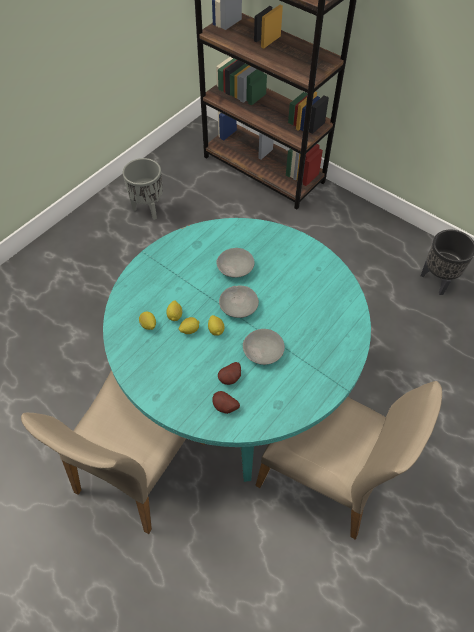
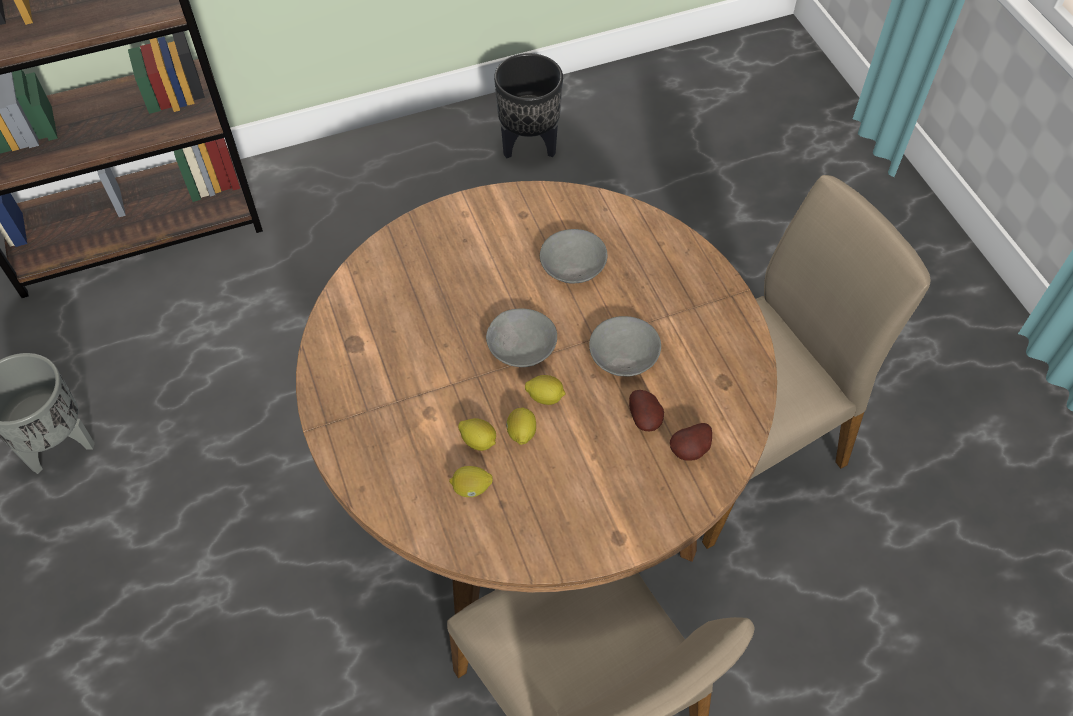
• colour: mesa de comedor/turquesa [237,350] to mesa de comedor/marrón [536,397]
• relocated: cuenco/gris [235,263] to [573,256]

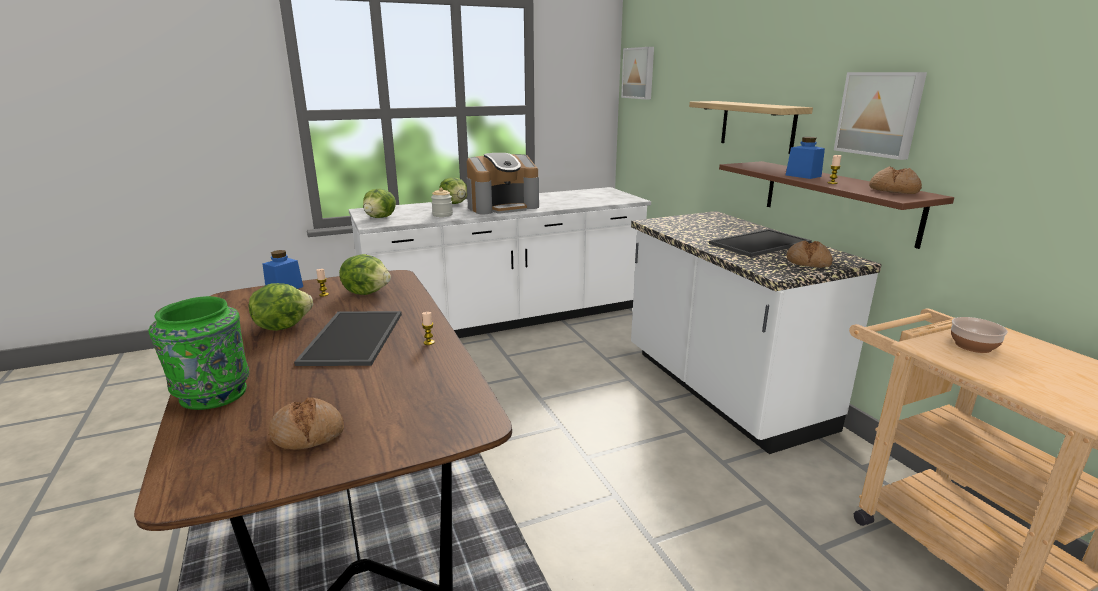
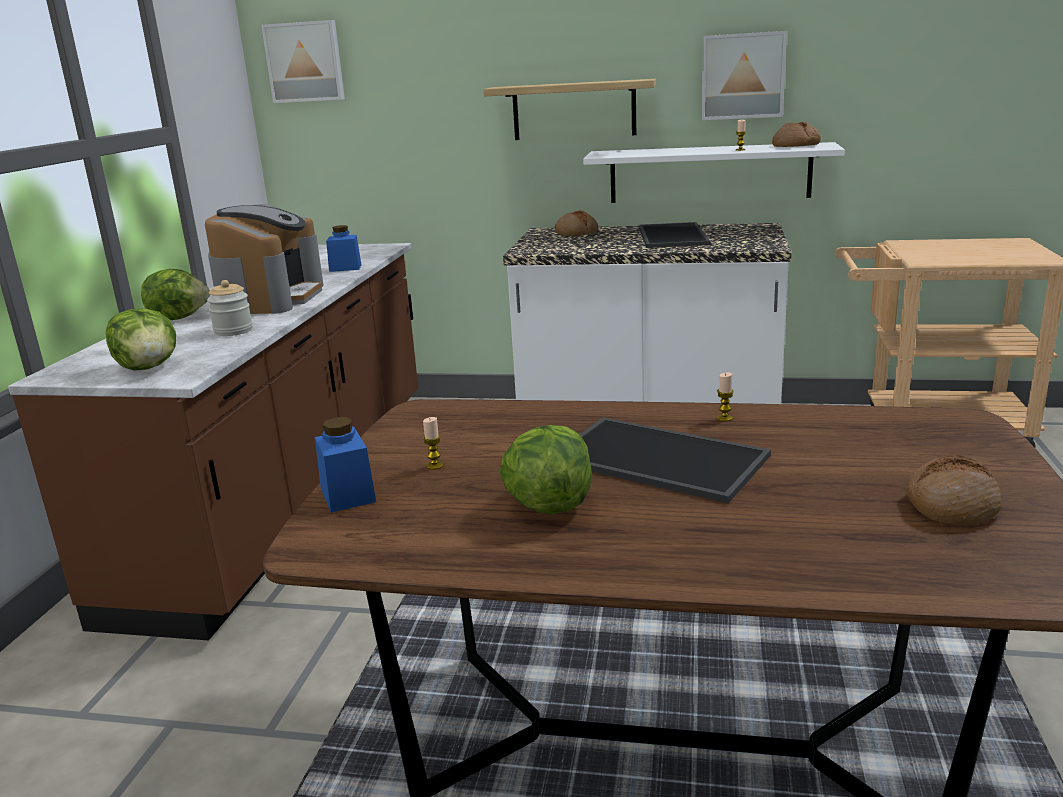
• colour: mueble bajo de cocina/blanco [500,262] to mueble bajo de cocina/marrón [213,442]
• relocated: tarro/azul [805,158] to [344,248]
• relocated: pan [810,254] to [577,223]
• colour: estante/marrón [836,205] to estante/blanco [714,172]
• missing: florero/verde [198,353]
• missing: lechuga [365,274]
• missing: cuenco [979,335]

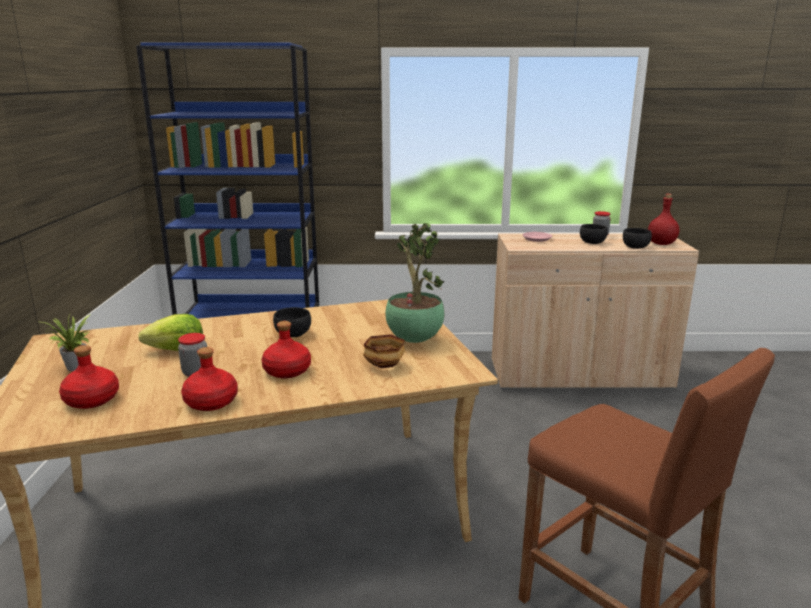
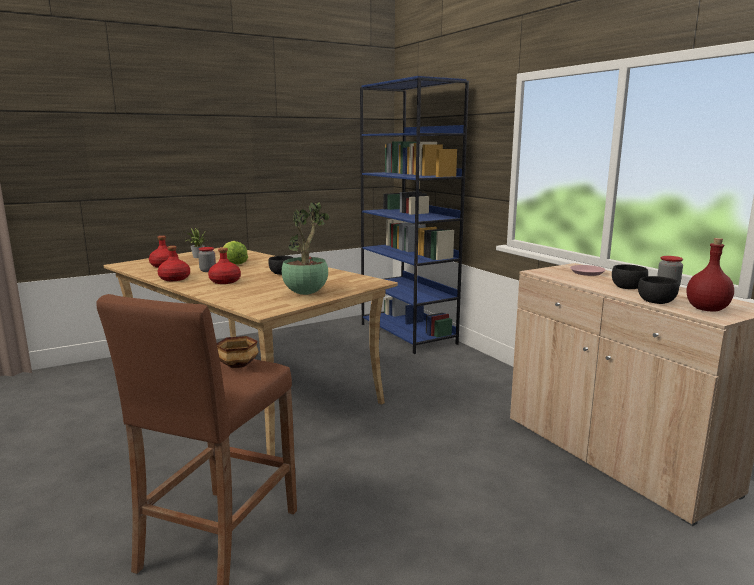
• relocated: cuenco [384,351] to [238,352]

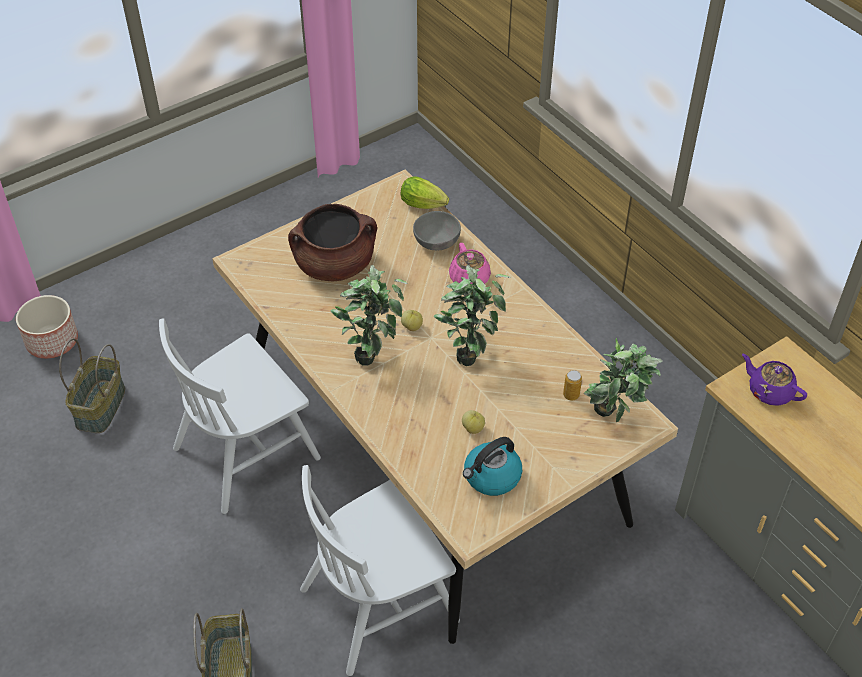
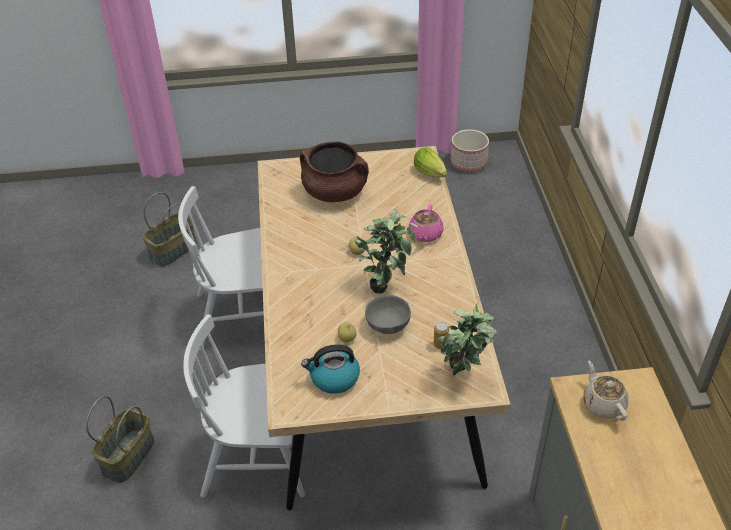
• relocated: cuenco/gris [437,230] to [388,314]
• relocated: maceta [47,326] to [469,150]
• colour: tetera/morado [774,380] to tetera/beis [606,391]
• missing: planta en maceta [369,315]

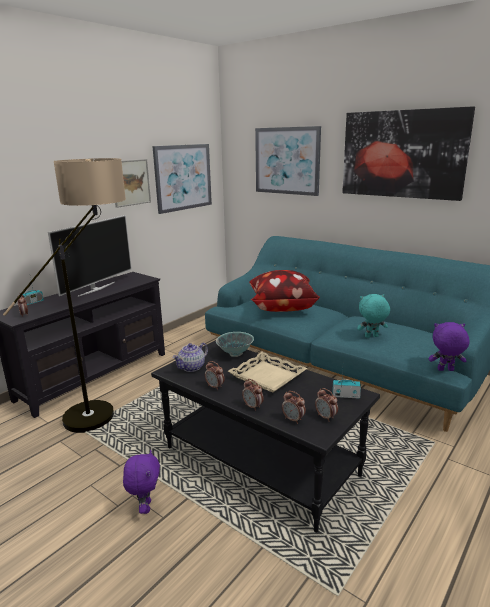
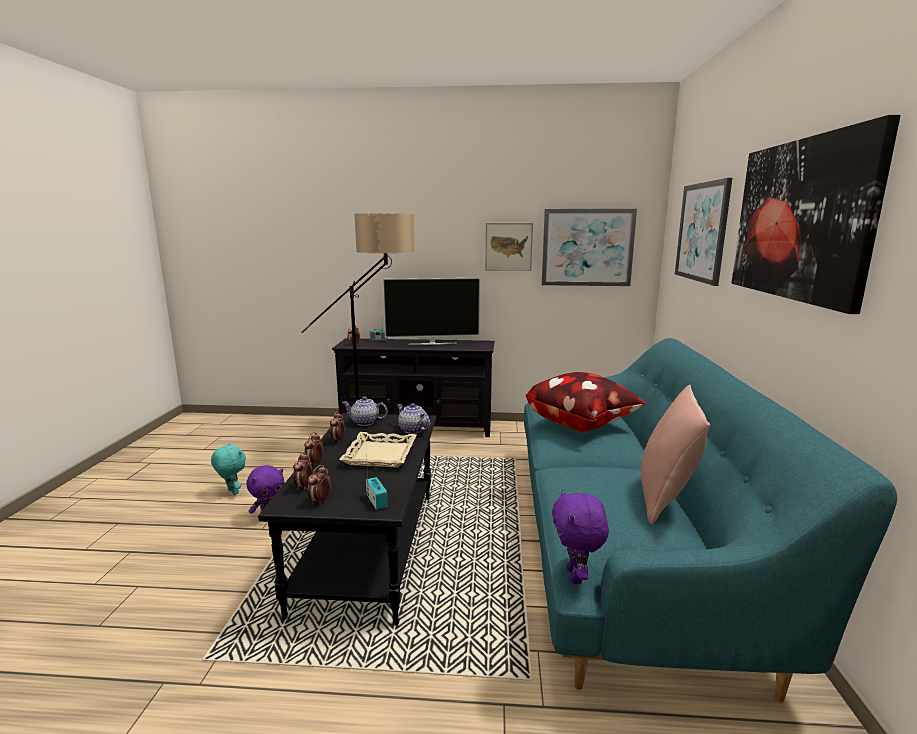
• relocated: peluche/turquesa [373,316] to [228,469]
• exchanged: cuenco [235,344] to tetera [413,418]
• spun: peluche/morado [449,346] = [580,536] 150 degrees counterclockwise
• appeared: cojín/rosa [675,455]

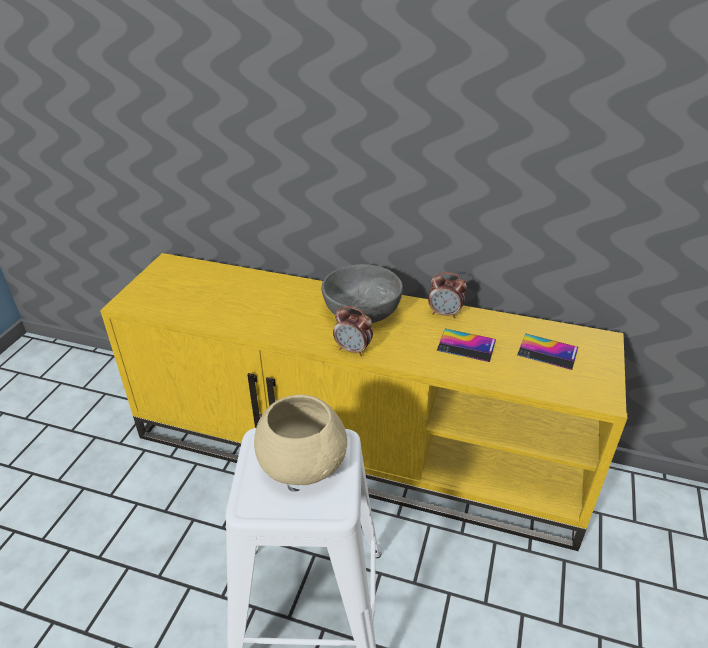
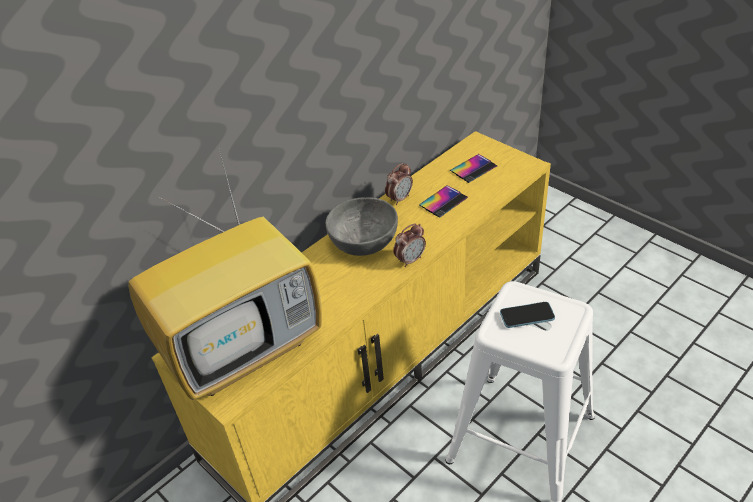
• appeared: televisor [225,278]
• exchanged: cuenco/beis [300,440] to móvil [527,315]

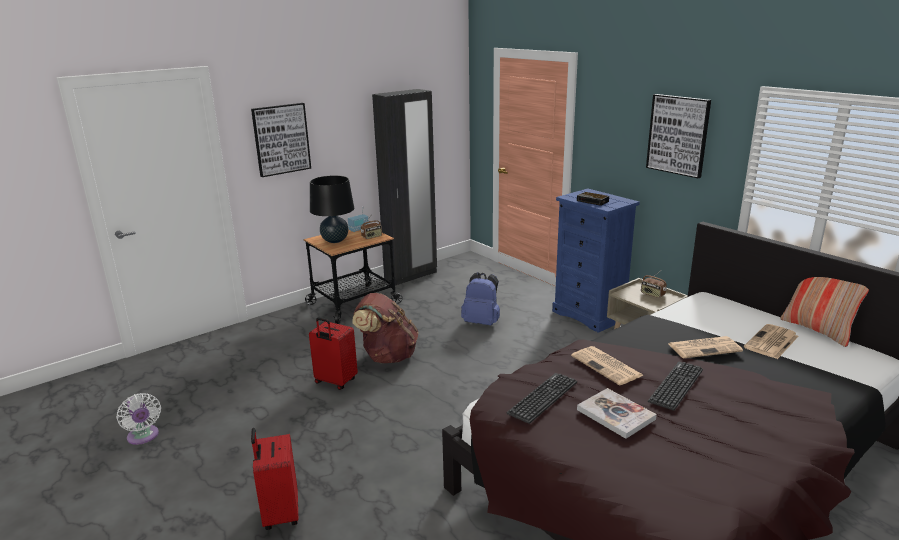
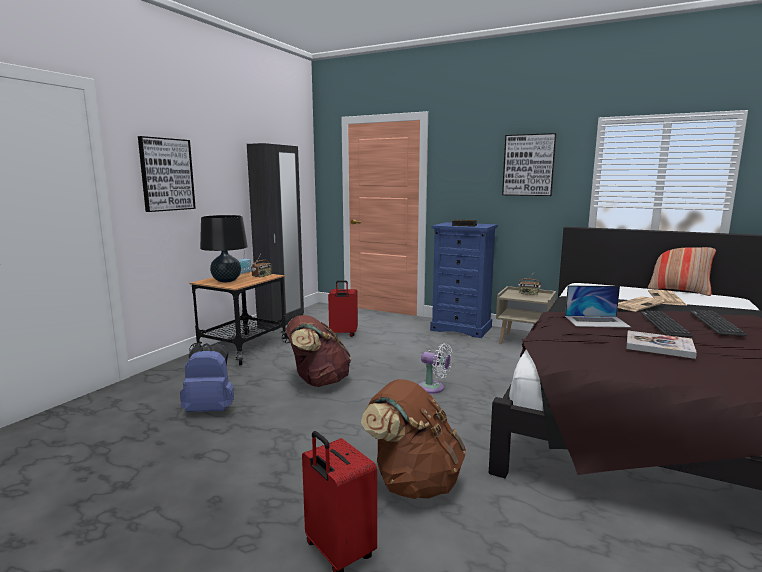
• relocated: mochila/azul [480,298] to [207,377]
• relocated: maleta/rojo [333,354] to [343,308]
• appeared: mochila/marrón [413,439]
• relocated: ventilador/blanco [138,419] to [435,368]
• exchanged: periódico [607,365] to portátil [598,306]
• relocated: teclado [542,398] to [718,323]

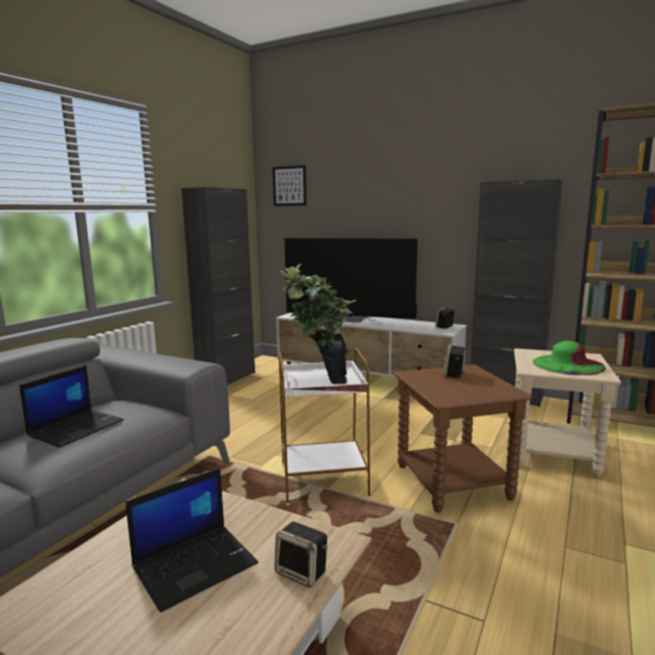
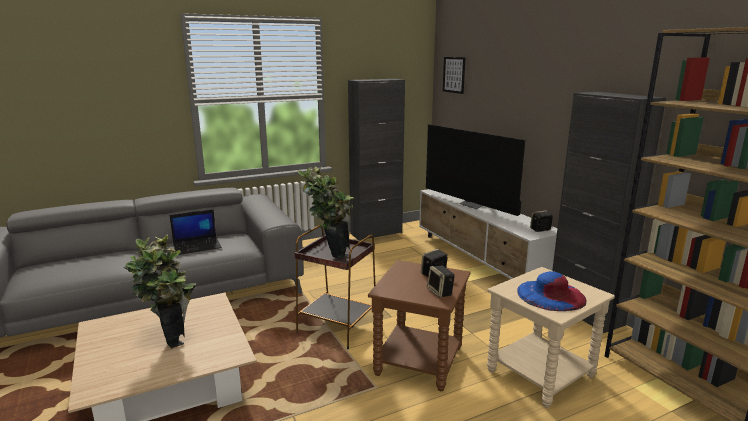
• exchanged: portátil [191,540] to planta en maceta [160,291]
• colour: mesa auxiliar/blanco [324,427] to mesa auxiliar/marrón [334,287]
• relocated: altavoz [300,555] to [441,281]
• colour: sombrero/verde [569,358] to sombrero/azul [552,291]

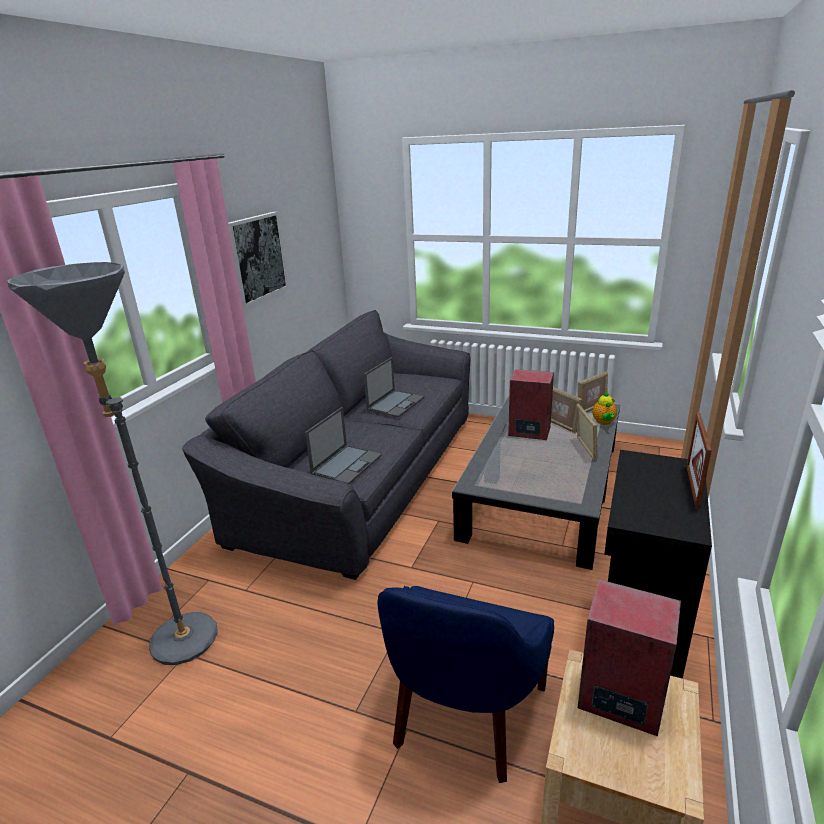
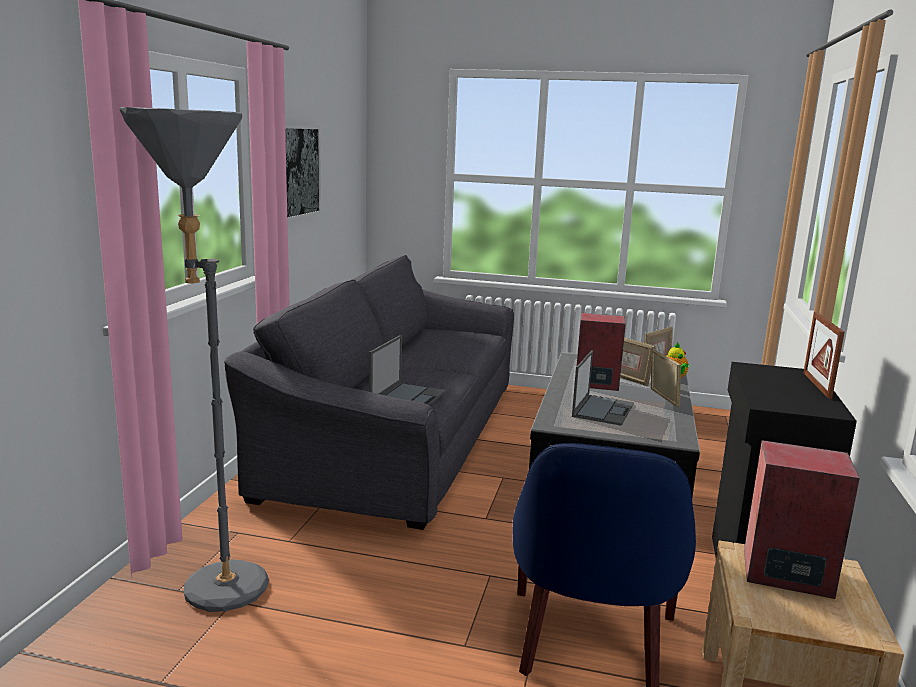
• relocated: portátil [394,387] to [603,388]

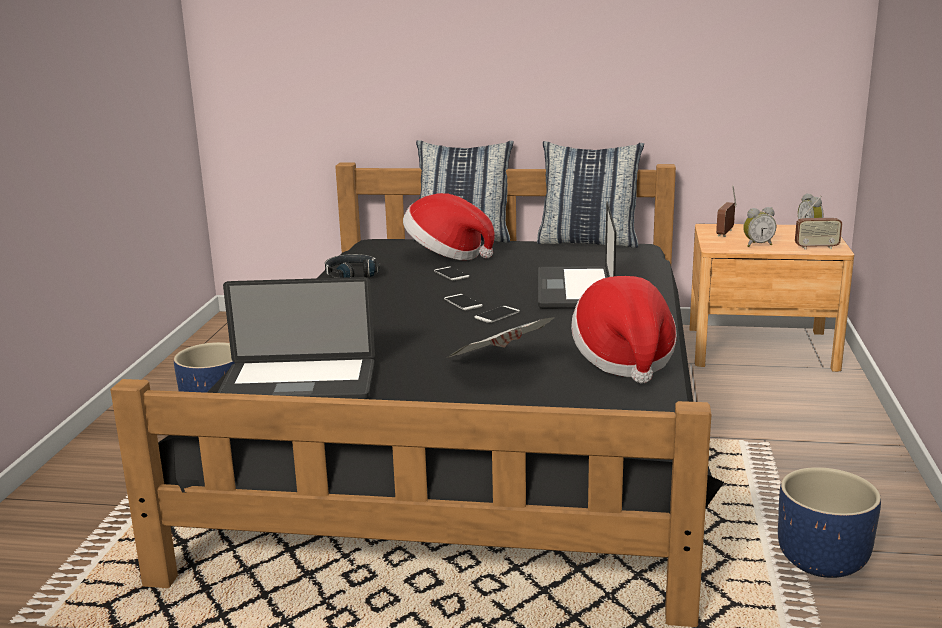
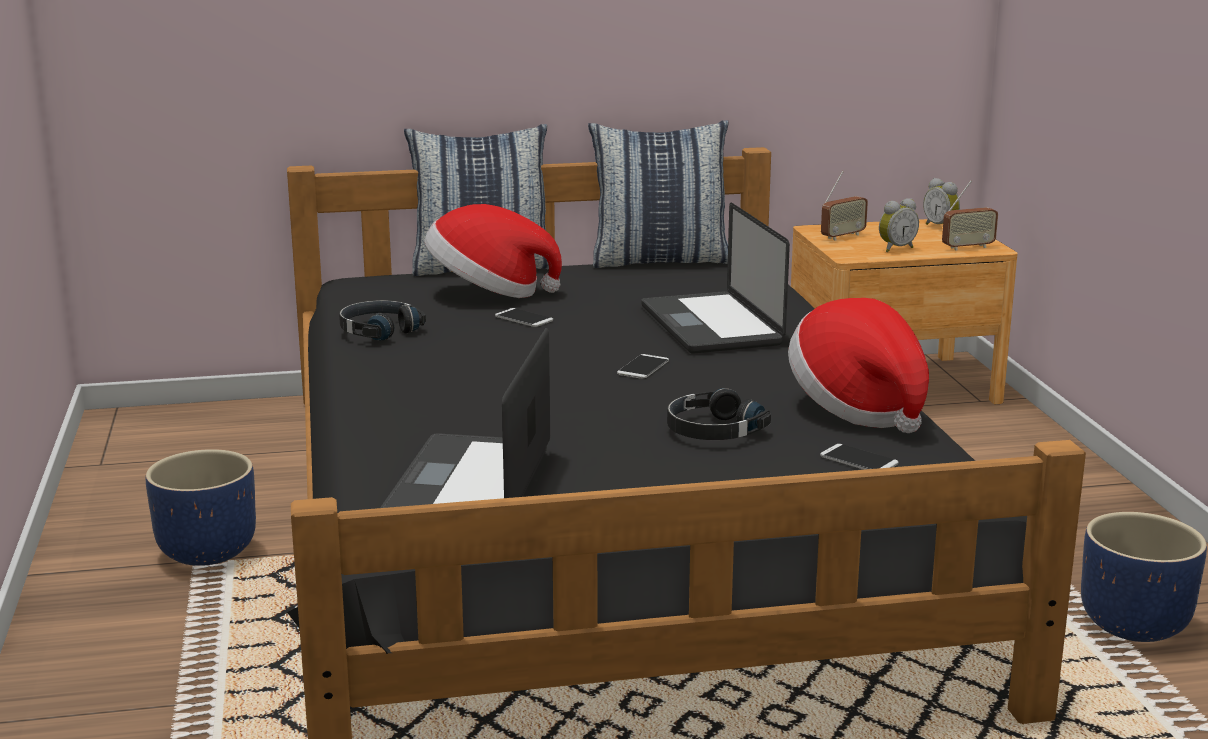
• spun: portátil [296,338] = [465,418] 120 degrees clockwise
• exchanged: periódico [501,337] to auriculares/negro [719,414]
• relocated: móvil [463,302] to [859,457]
• spun: radio [726,211] = [844,205] 135 degrees counterclockwise

